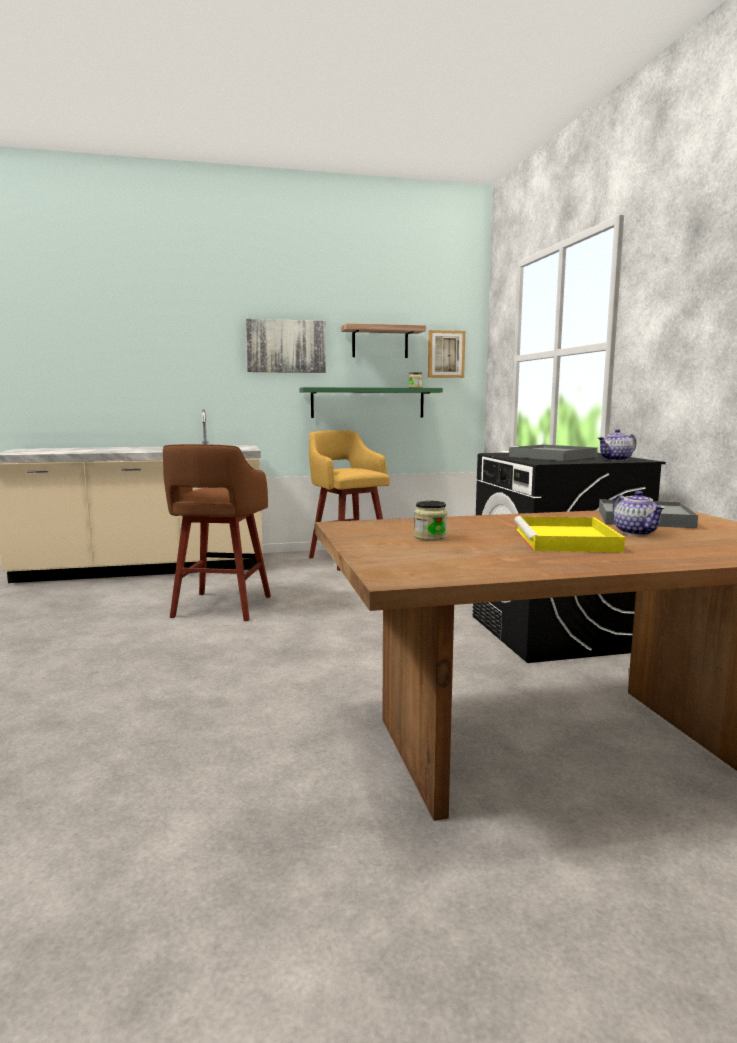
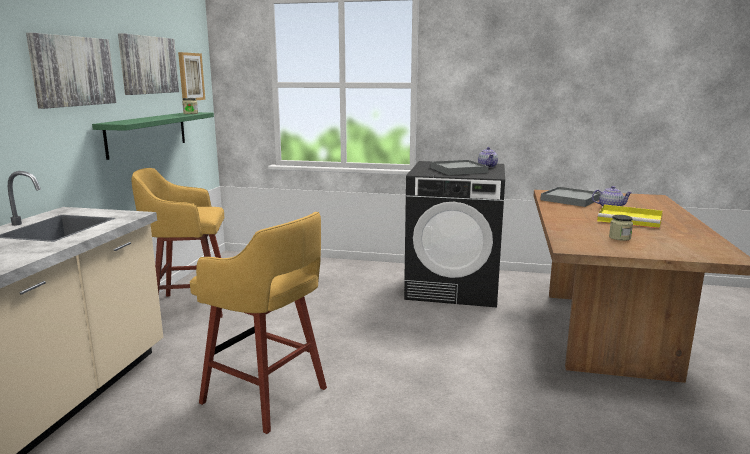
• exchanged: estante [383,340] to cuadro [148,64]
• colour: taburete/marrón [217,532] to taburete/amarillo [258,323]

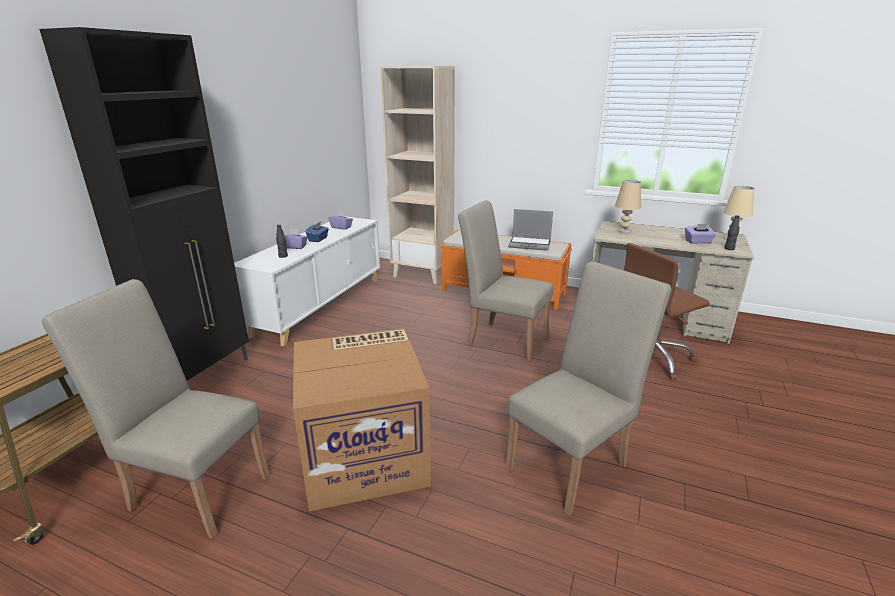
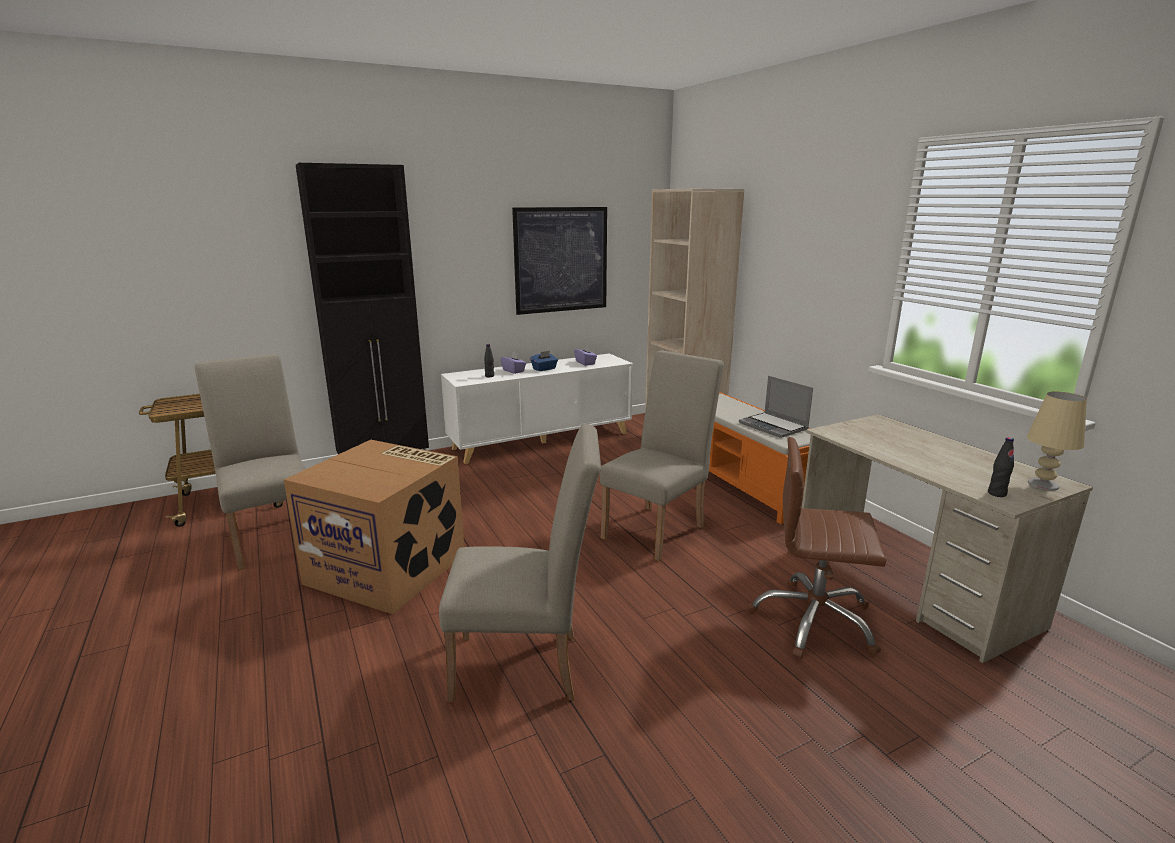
• appeared: cuadro [559,261]
• spun: silla/beis [505,281] = [662,455] 60 degrees clockwise
• missing: lámpara de mesa/beis [628,206]
• missing: caja de pañuelos/morado [700,234]

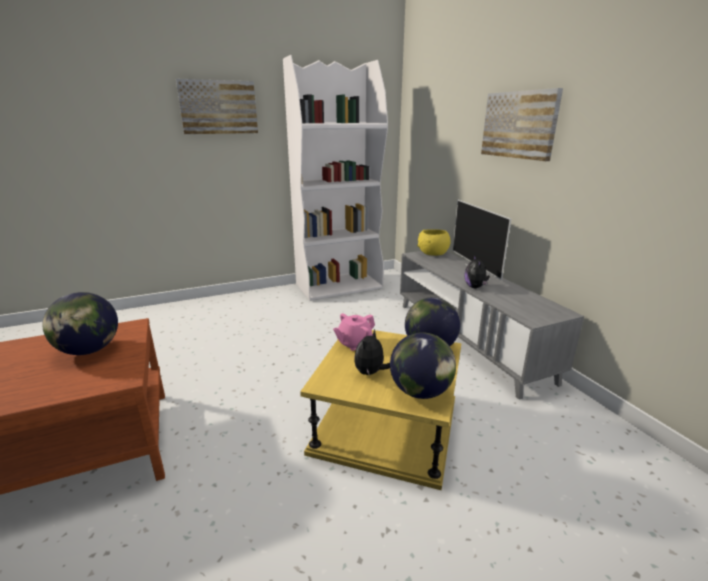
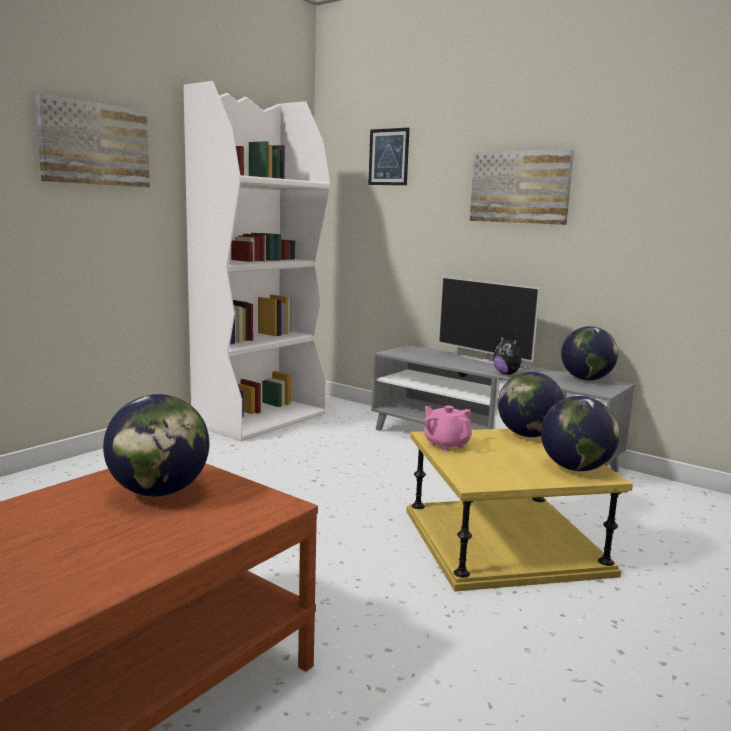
• appeared: cuadro [389,156]
• spun: tetera/rosa [354,332] = [448,428] 120 degrees clockwise
• appeared: globo terráqueo [589,353]
• missing: peluche [372,352]
• missing: cuenco/amarillo [434,242]

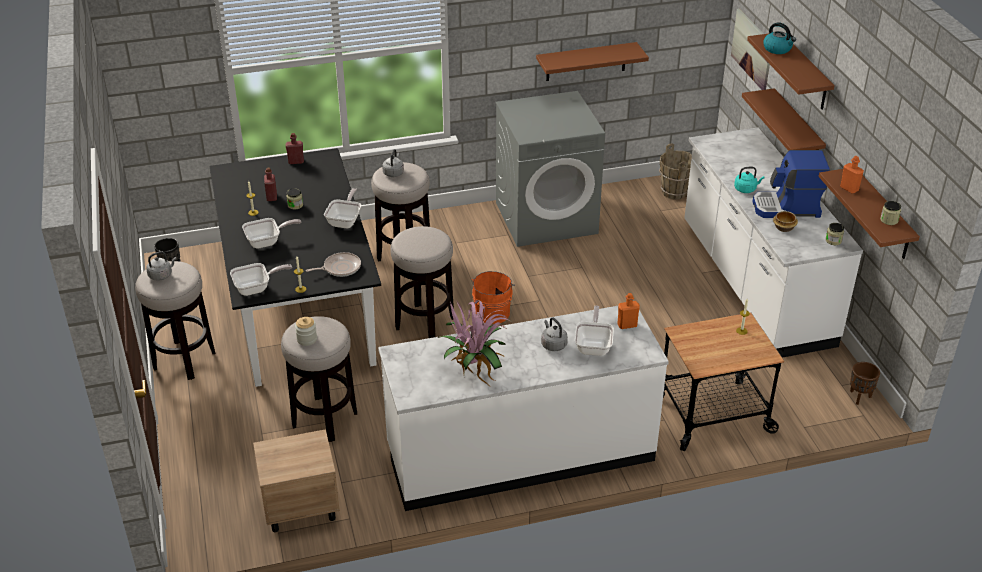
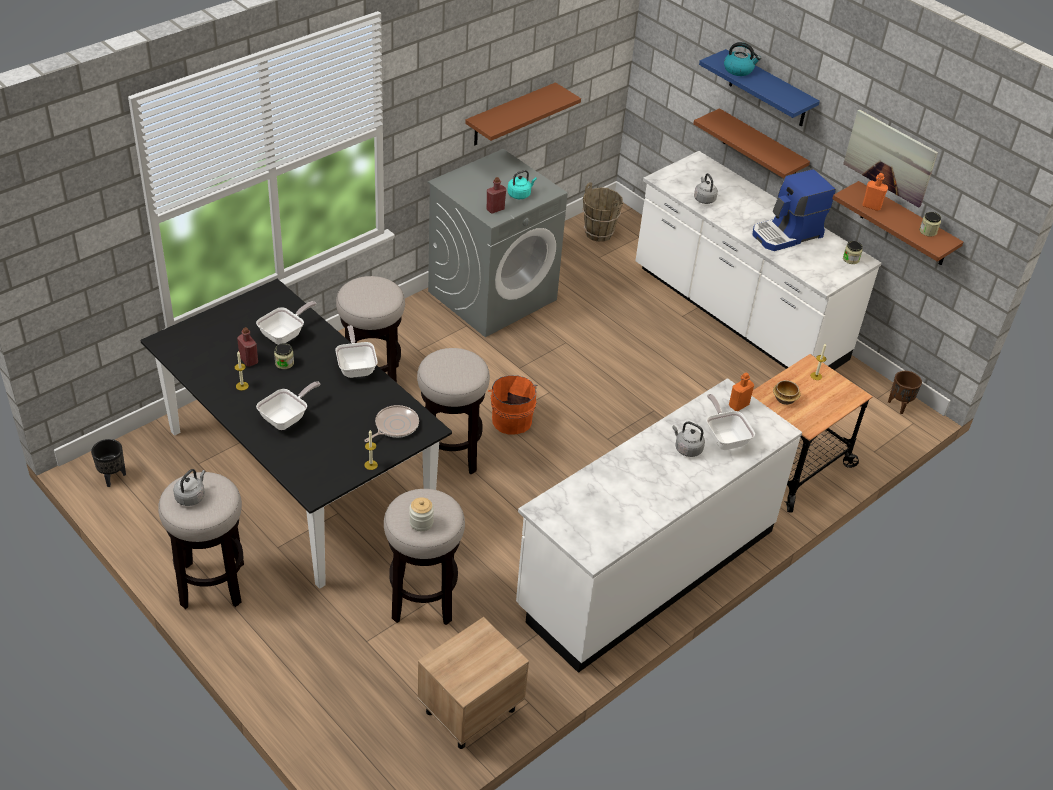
• relocated: sartén [261,279] to [286,323]
• relocated: botella/rojo [294,148] to [496,195]
• relocated: hervidor/turquesa [749,180] to [522,184]
• relocated: hervidor/gris [393,163] to [706,188]
• colour: estante/marrón [791,72] to estante/azul [759,88]
• relocated: cuenco [785,221] to [787,392]
• relocated: cuadro [750,49] to [890,158]
• missing: planta en maceta [474,342]

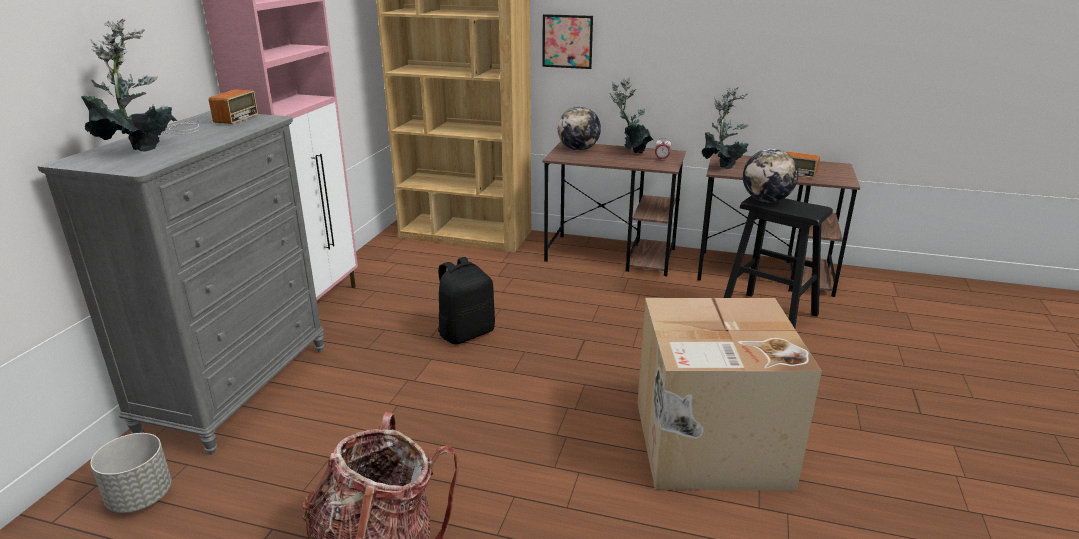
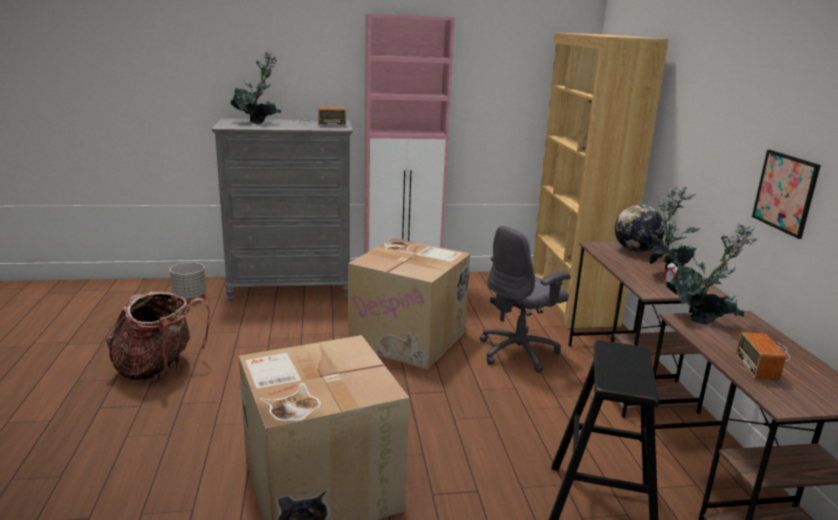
• exchanged: mochila/negro [466,300] to caja de cartón [409,304]
• appeared: silla de oficina/gris [525,299]
• relocated: cuadro [568,41] to [786,194]
• missing: globo terráqueo [771,175]

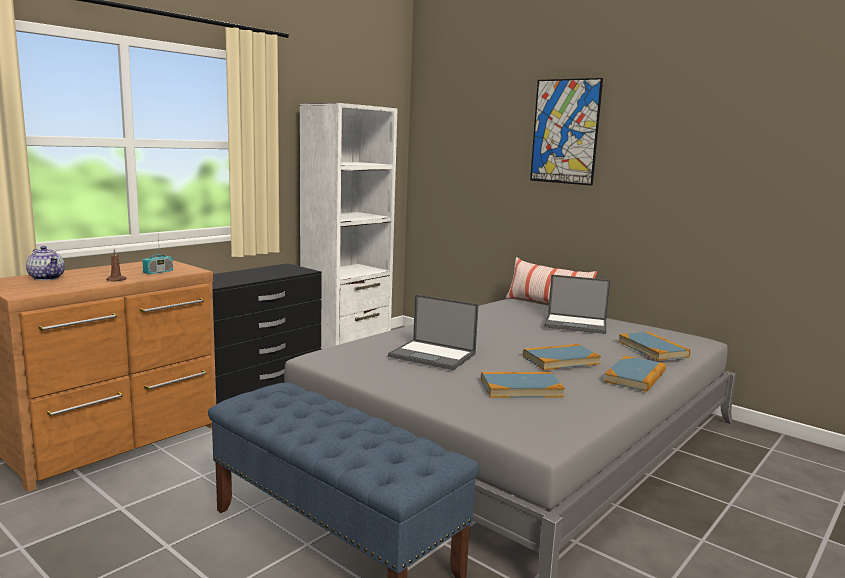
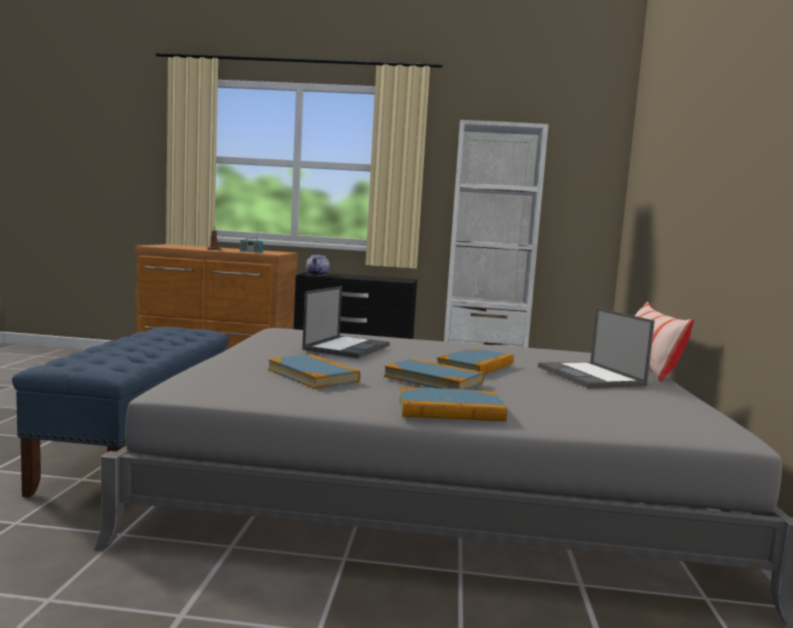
• spun: portátil [433,332] = [346,322] 150 degrees counterclockwise
• relocated: tetera [45,263] to [318,264]
• relocated: libro [654,346] to [475,361]
• missing: cuadro [566,132]

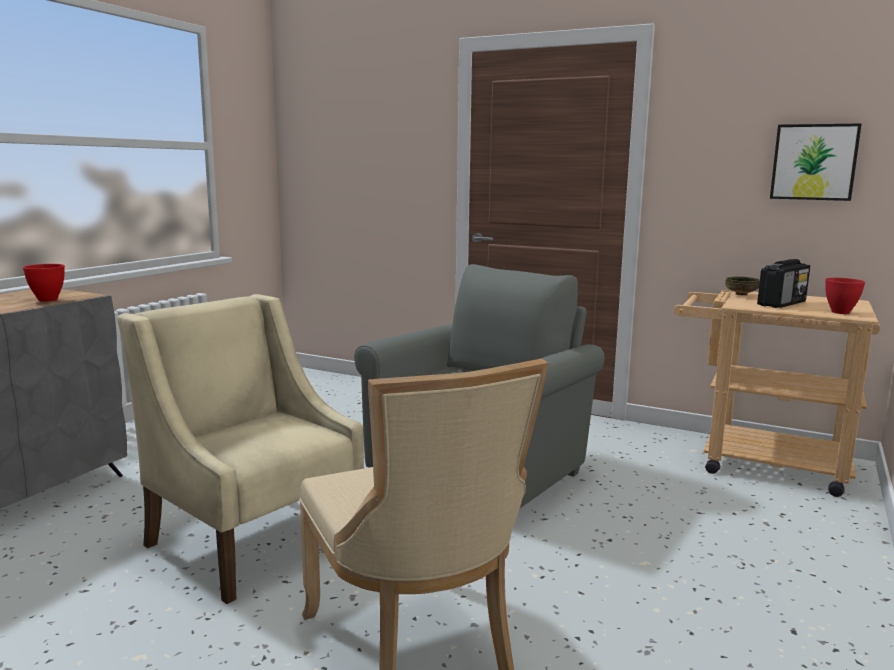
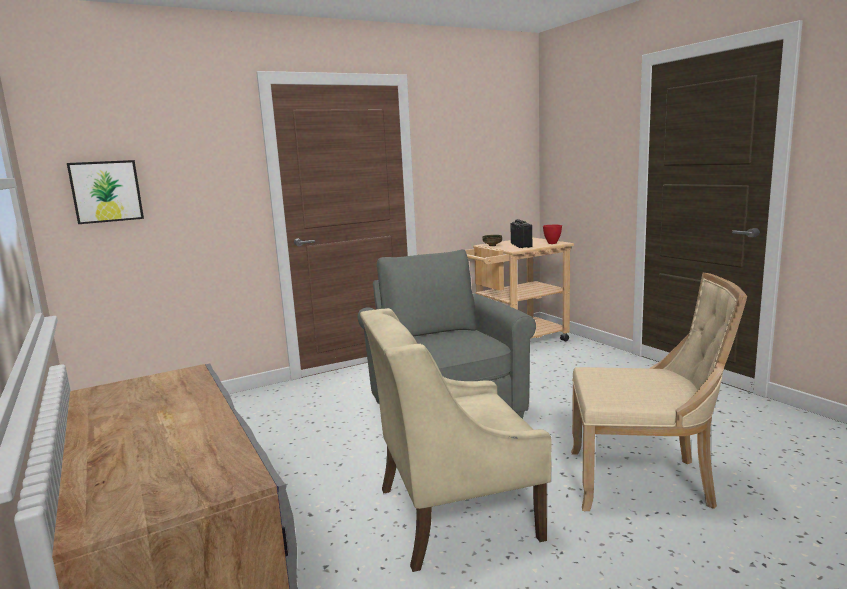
• relocated: cuadro [816,162] to [105,192]
• missing: cuenco/rojo [44,283]

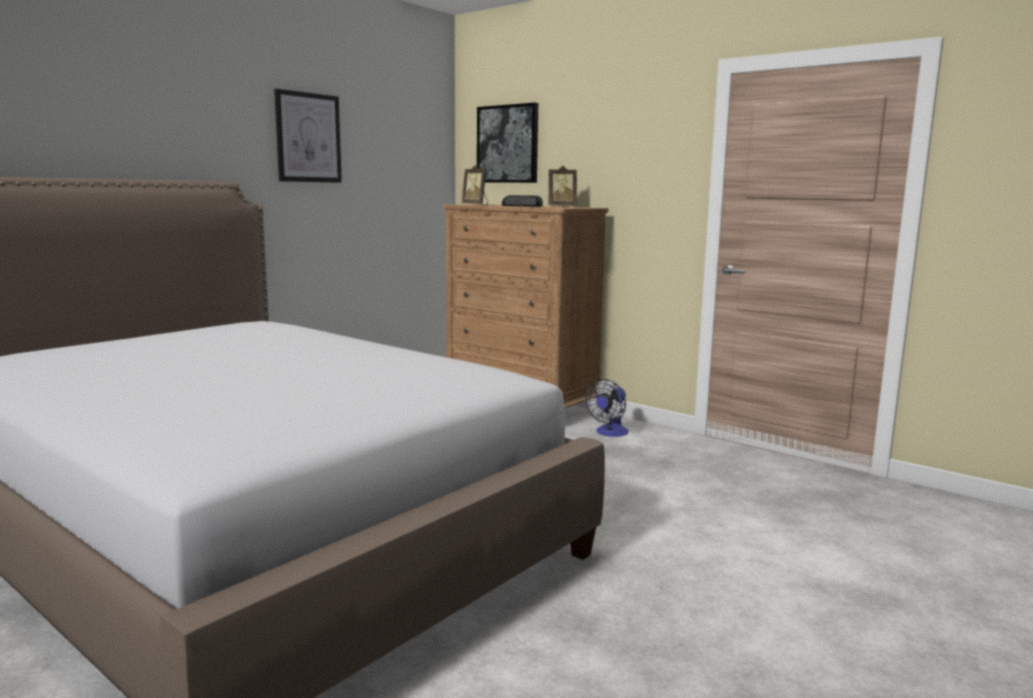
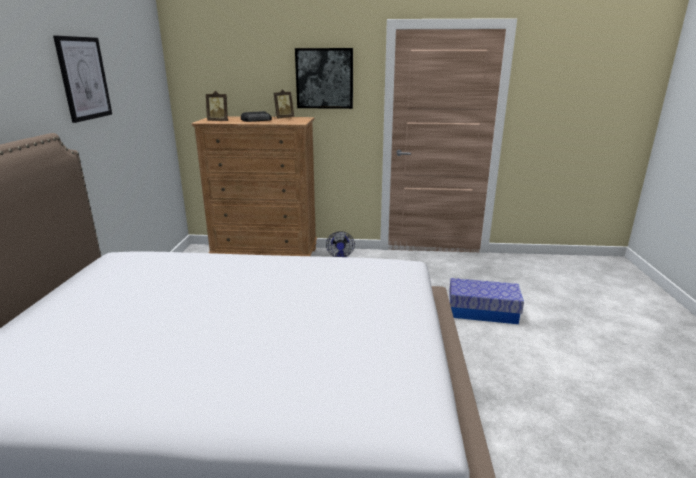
• relocated: cuadro [507,143] to [324,78]
• appeared: caja de almacenaje [486,301]

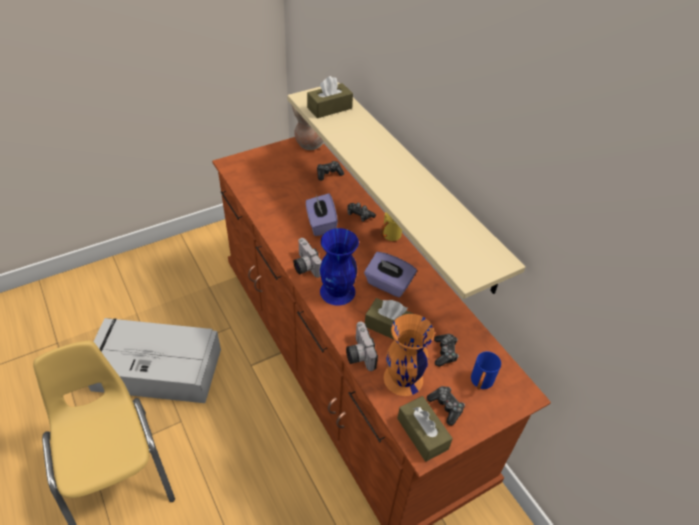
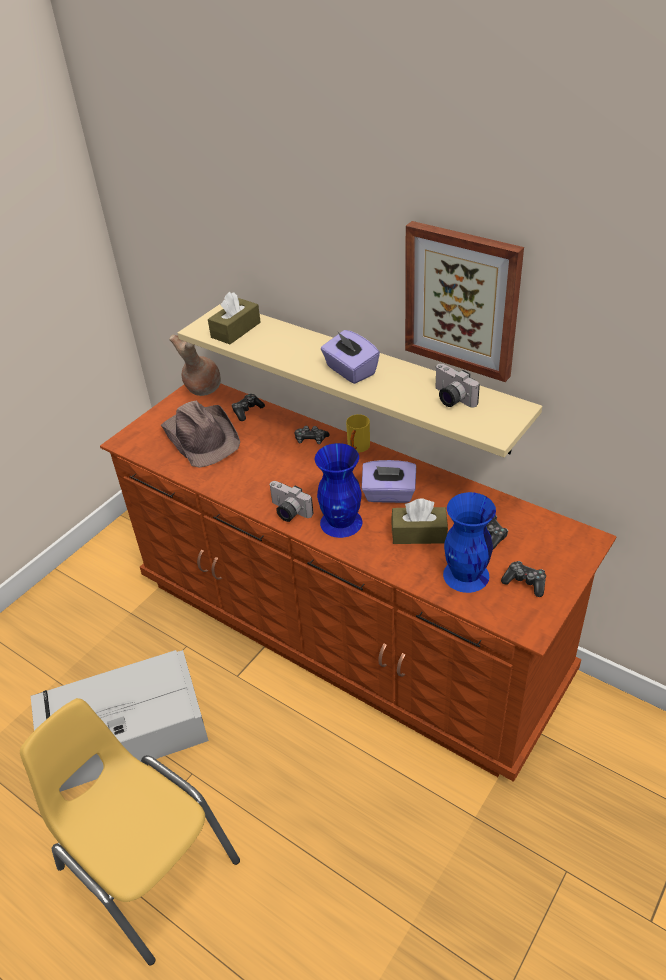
• appeared: sombrero/marrón [200,434]
• relocated: caja de pañuelos/morado [322,214] to [350,357]
• appeared: cuadro [464,301]
• relocated: cámara [362,346] to [458,386]
• colour: florero/naranja [409,355] to florero/azul [469,542]
• missing: caja de pañuelos/marrón [425,429]
• missing: taza grande/azul [486,370]

